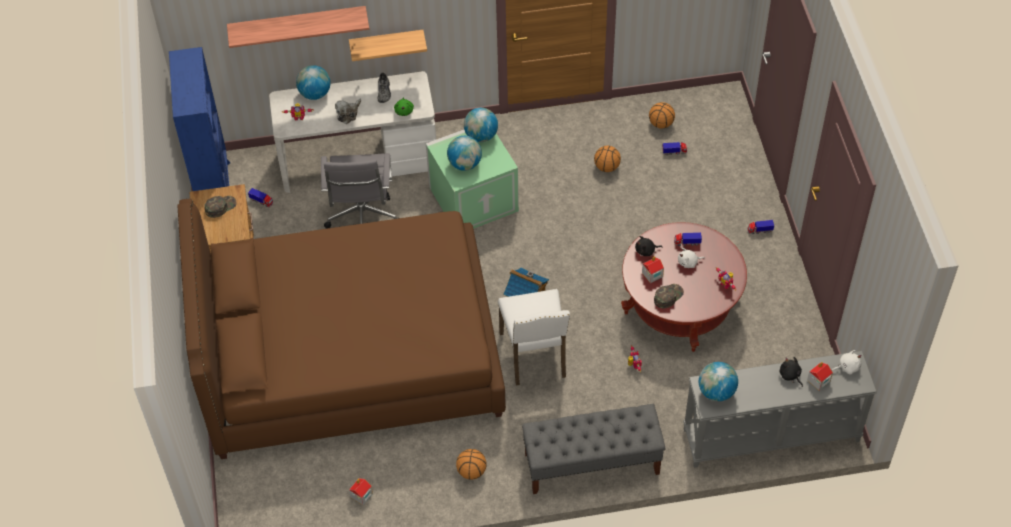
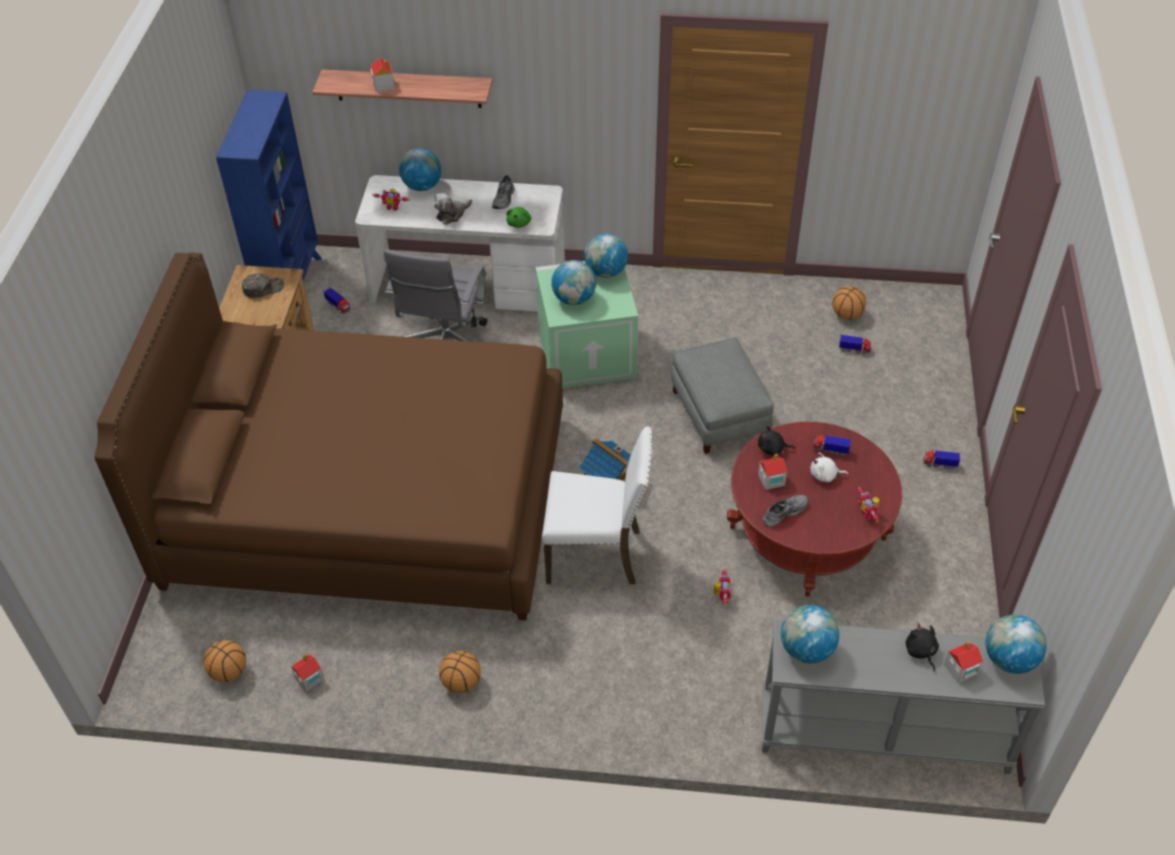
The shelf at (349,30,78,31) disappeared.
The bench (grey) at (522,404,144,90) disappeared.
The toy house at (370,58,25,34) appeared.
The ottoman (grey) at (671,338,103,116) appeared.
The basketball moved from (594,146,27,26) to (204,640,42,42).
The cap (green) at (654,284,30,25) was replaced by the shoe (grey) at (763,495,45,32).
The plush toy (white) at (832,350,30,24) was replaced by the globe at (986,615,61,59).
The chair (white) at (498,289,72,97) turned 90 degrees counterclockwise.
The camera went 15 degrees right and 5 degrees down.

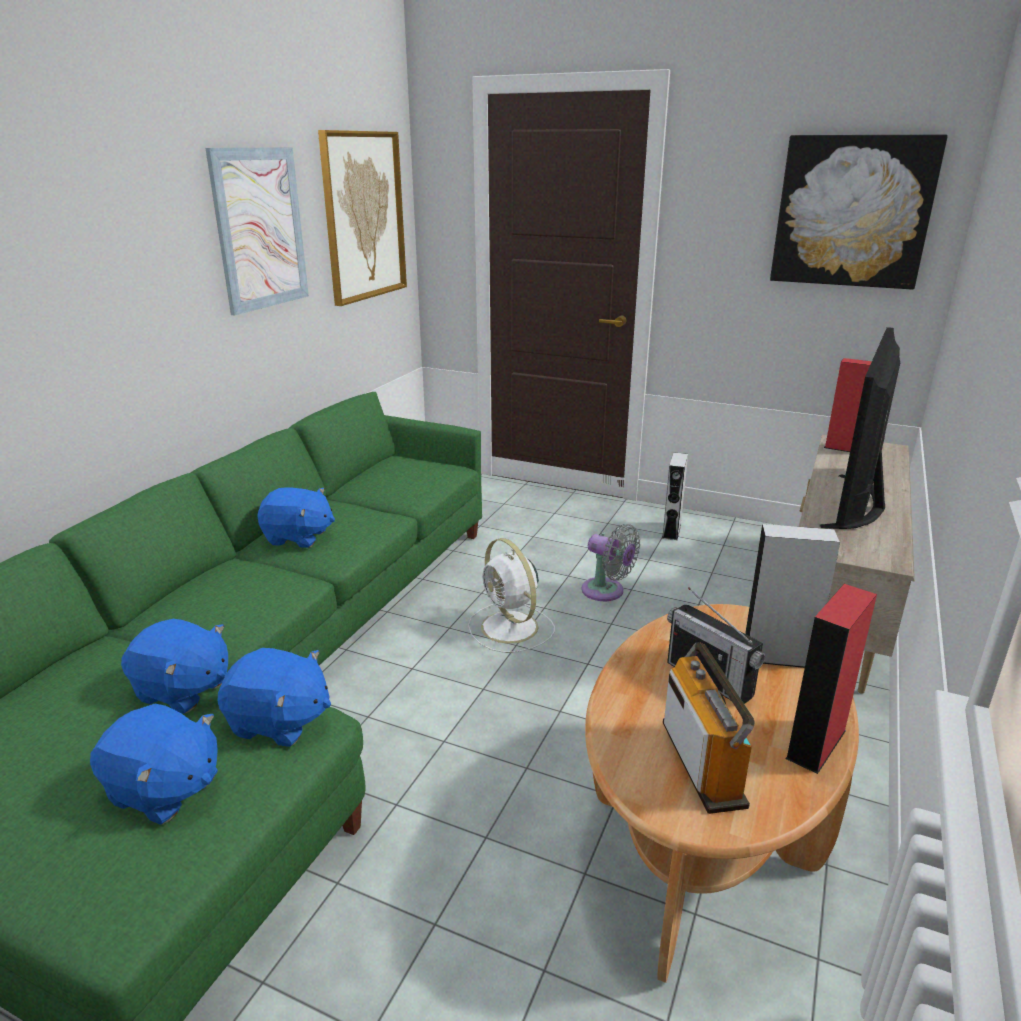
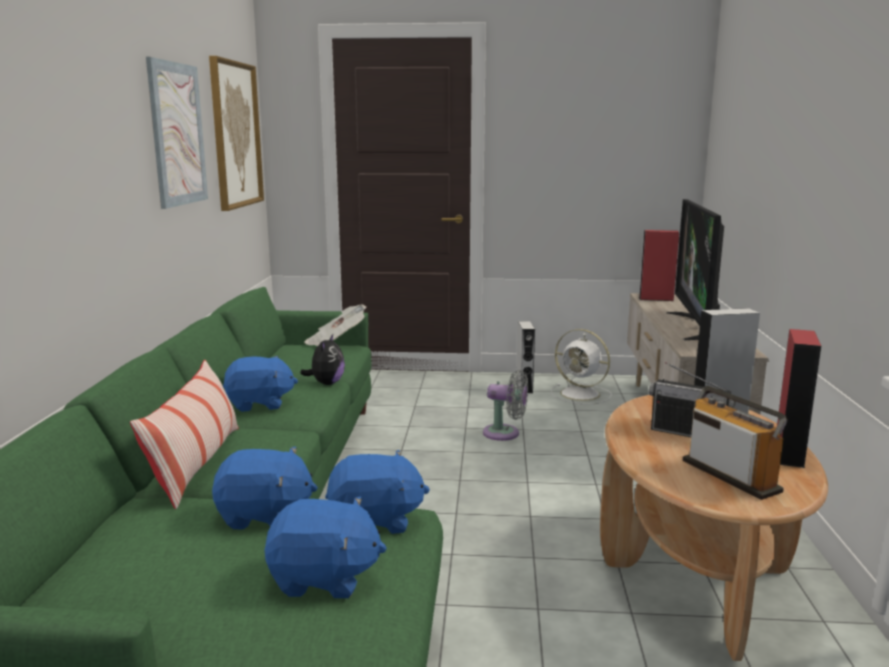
The picture at (770,134,178,156) disappeared.
The pillow at (130,360,109,149) appeared.
The plush toy at (300,334,45,51) appeared.
The newspaper at (304,305,63,41) appeared.
The fan (white) moved from (468,538,87,115) to (551,329,61,76).
The camera went 20 degrees left and 10 degrees down.

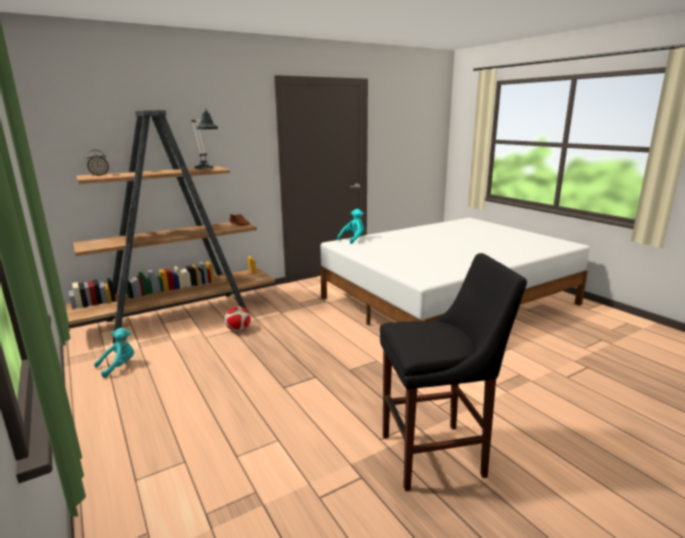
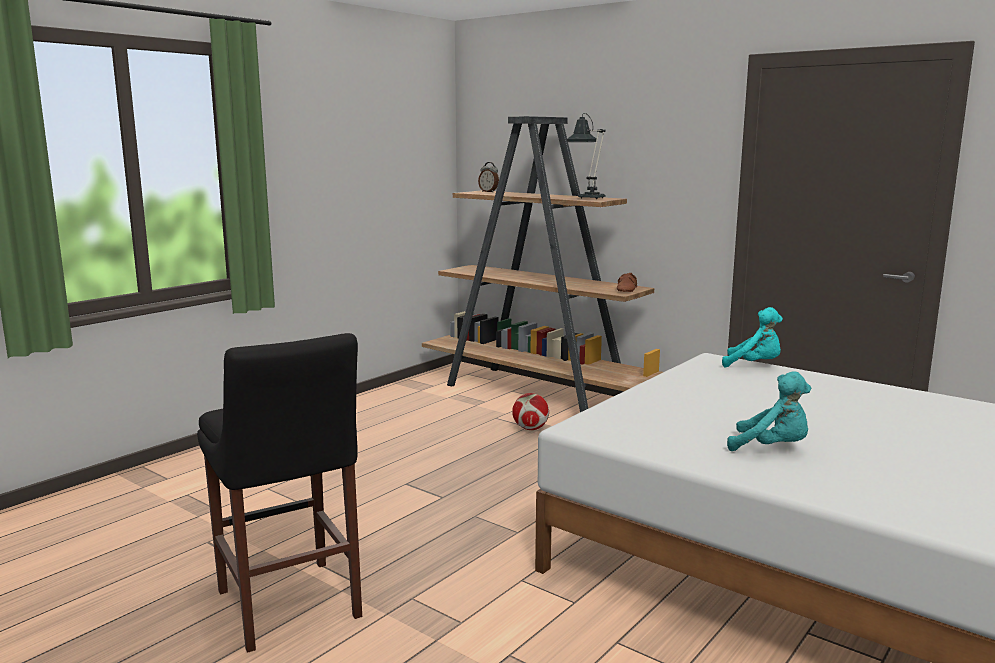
The plush toy (turquoise) moved from (94,328,40,50) to (727,371,84,80).
The camera went 70 degrees right and 5 degrees down.

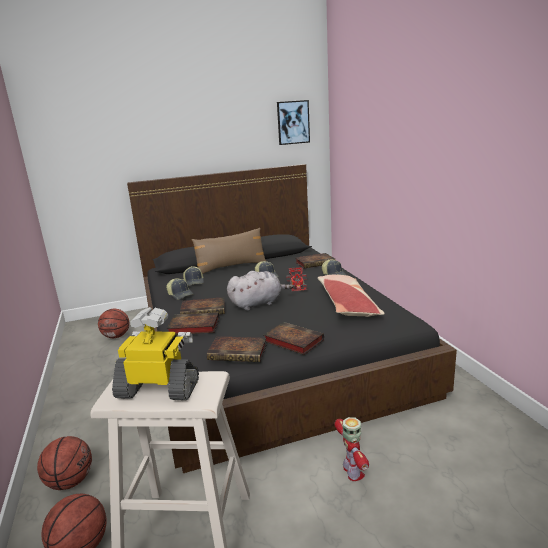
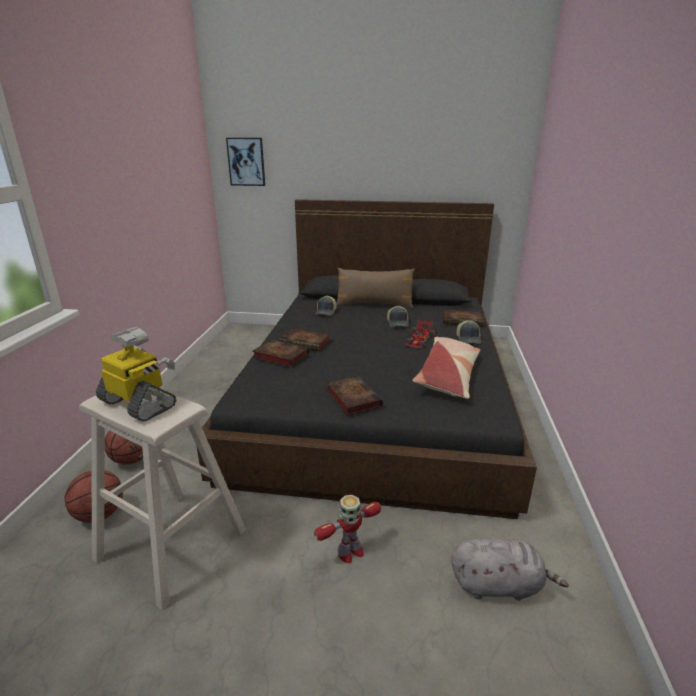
The basketball at (98,309,32,29) disappeared.
The cap at (166,278,27,22) disappeared.
The book at (207,336,60,26) disappeared.
The plush toy (grey) moved from (227,271,66,40) to (451,539,118,62).
The picture moved from (277,100,33,45) to (226,138,39,48).
The toy robot at (335,417,34,64) turned 45 degrees clockwise.
The camera went 25 degrees right and 5 degrees up.

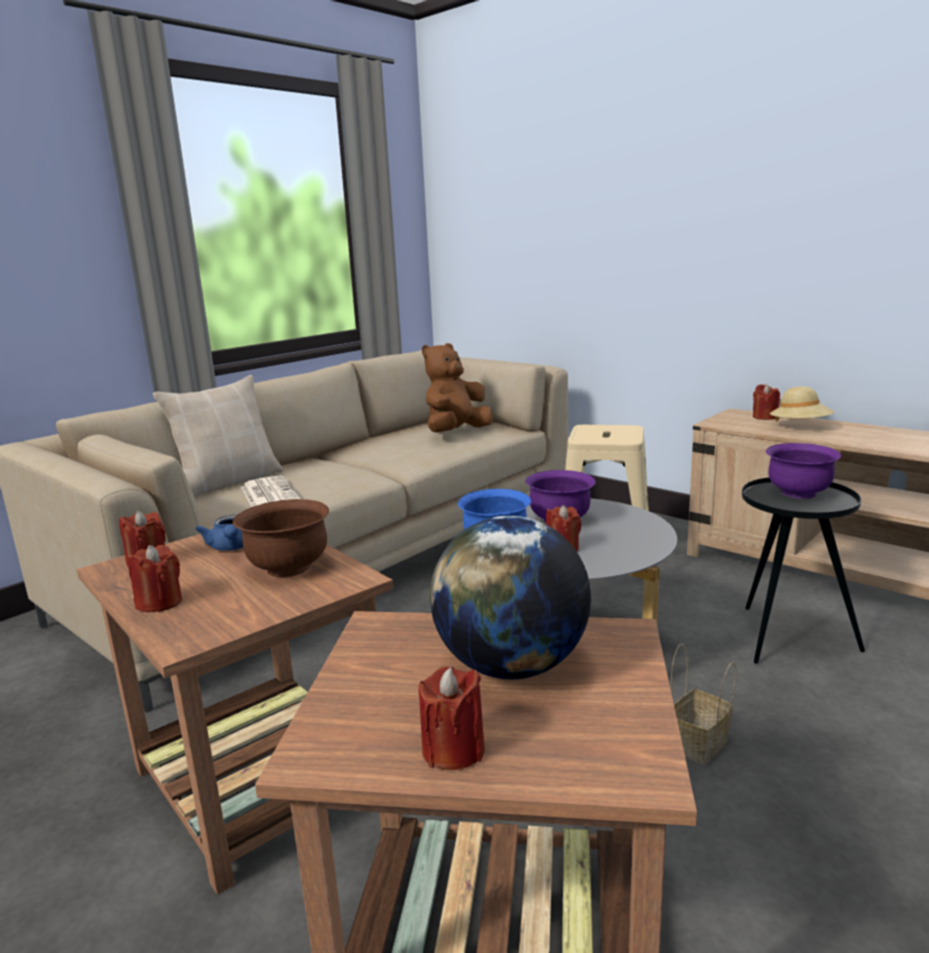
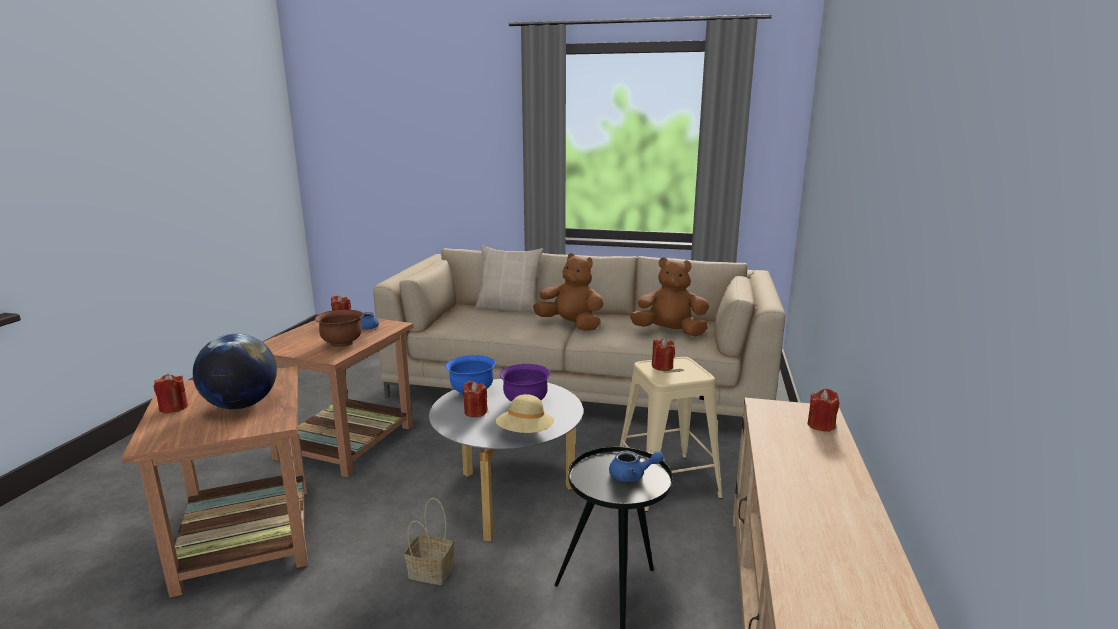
The newspaper at (241,475,60,32) disappeared.
The plush toy (brown) at (533,253,71,78) appeared.
The candle (red) moved from (128,545,54,67) to (652,338,23,33).
The hat (beige) moved from (770,386,64,36) to (496,394,58,39).
The bowl (purple) at (766,443,75,56) was replaced by the teapot (blue) at (609,451,55,31).
The camera went 60 degrees right and 0 degrees up.

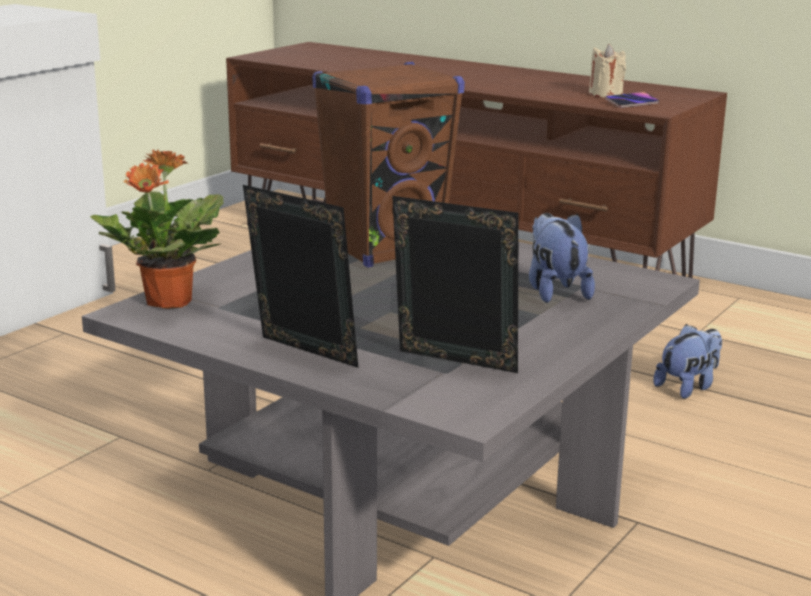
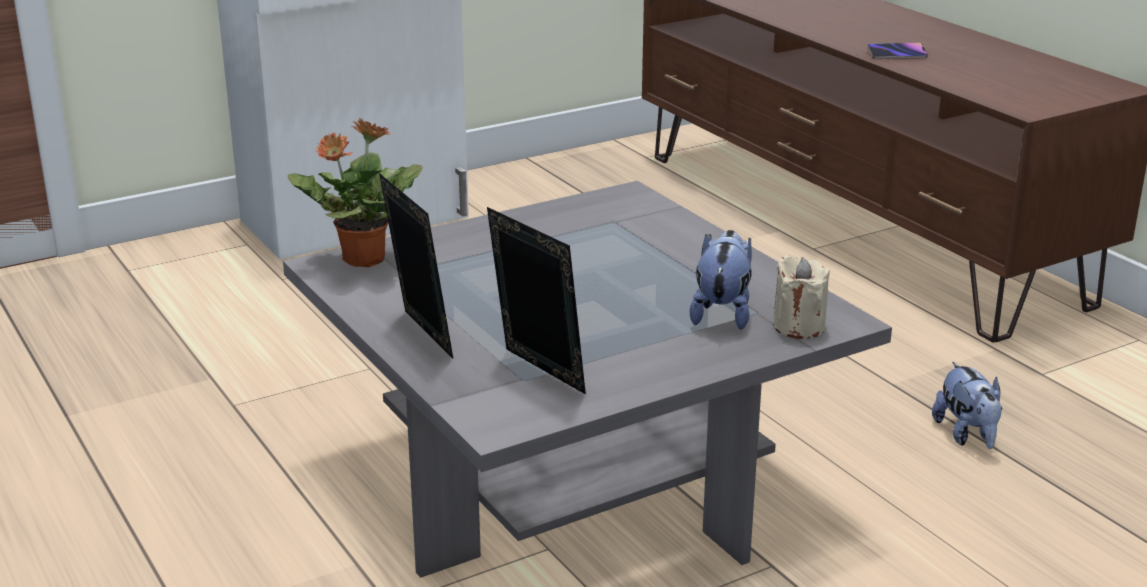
The speaker (brown) at (312,62,153,206) disappeared.
The candle (beige) moved from (589,44,37,53) to (773,255,57,84).
The phone moved from (605,92,54,16) to (867,43,61,16).
The plush toy at (654,324,68,75) turned 90 degrees clockwise.
The camera went 25 degrees right and 5 degrees up.

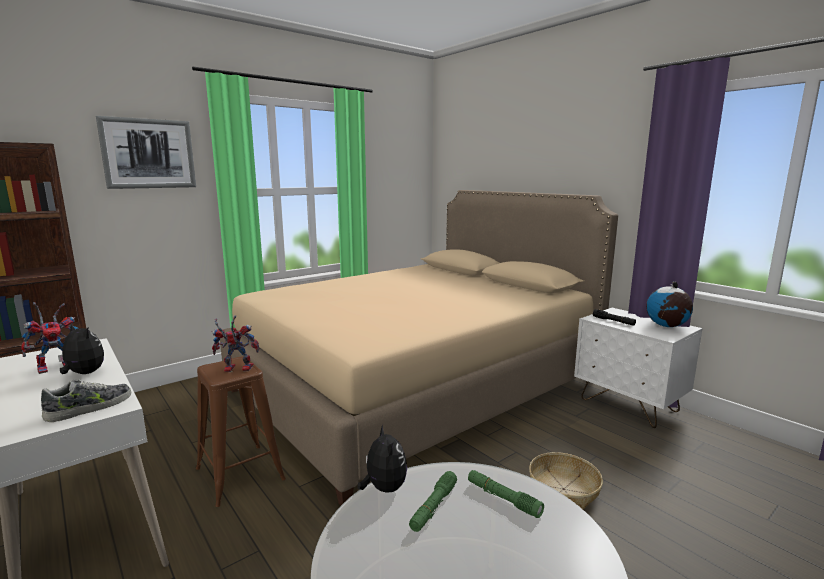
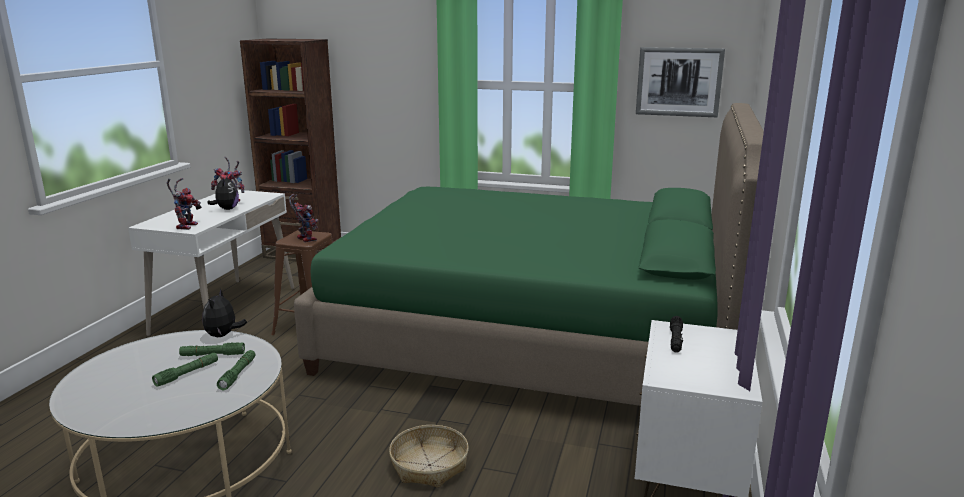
The globe at (646,282,47,45) disappeared.
The flashlight (green) at (152,353,66,34) appeared.
The picture moved from (96,116,100,73) to (636,47,89,70).
The shoe at (41,379,90,43) was replaced by the toy robot at (167,178,35,52).
The bed (beige) at (220,190,398,316) became the bed (green) at (294,103,470,303).
The plush toy at (358,424,49,69) turned 150 degrees clockwise.
The camera went 55 degrees right and 5 degrees up.

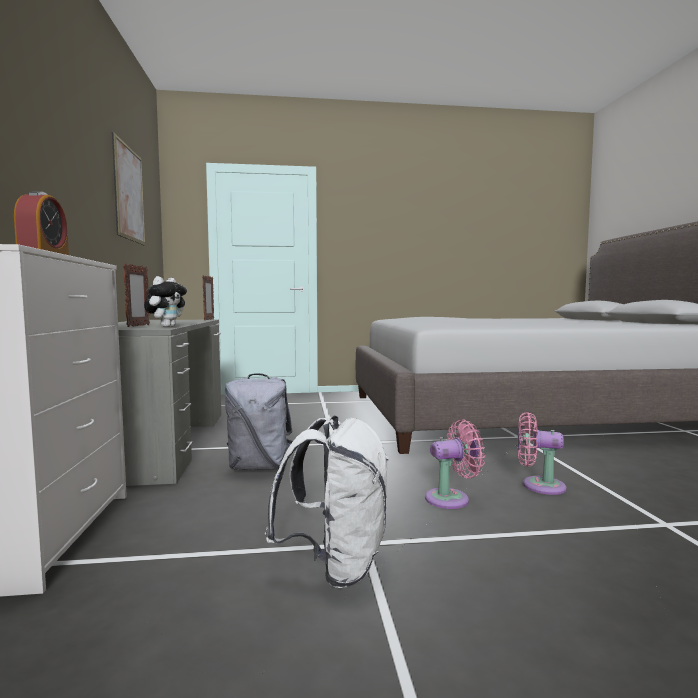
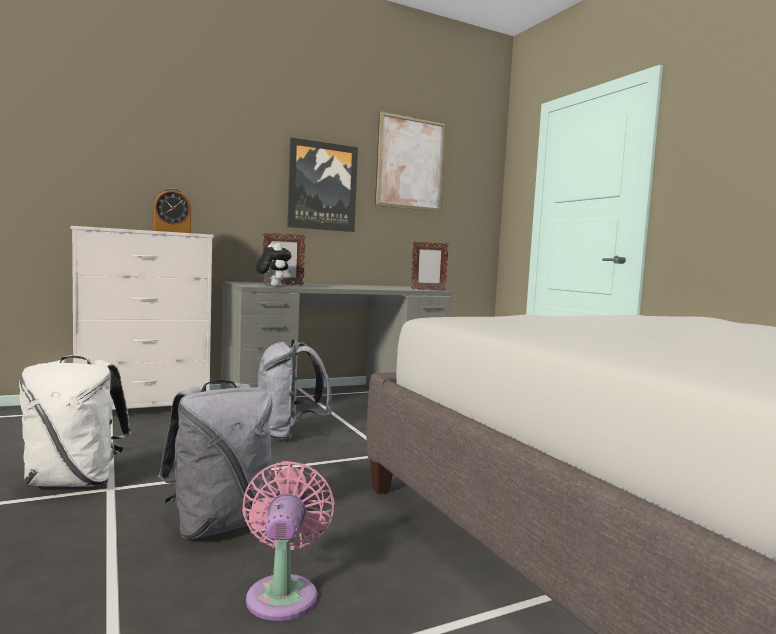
The picture at (287,138,71,94) appeared.
The fan (pink) at (425,419,60,90) was replaced by the backpack (grey) at (158,380,114,159).
The plush toy at (144,276,43,51) turned 120 degrees counterclockwise.
The camera went 70 degrees right and 0 degrees up.

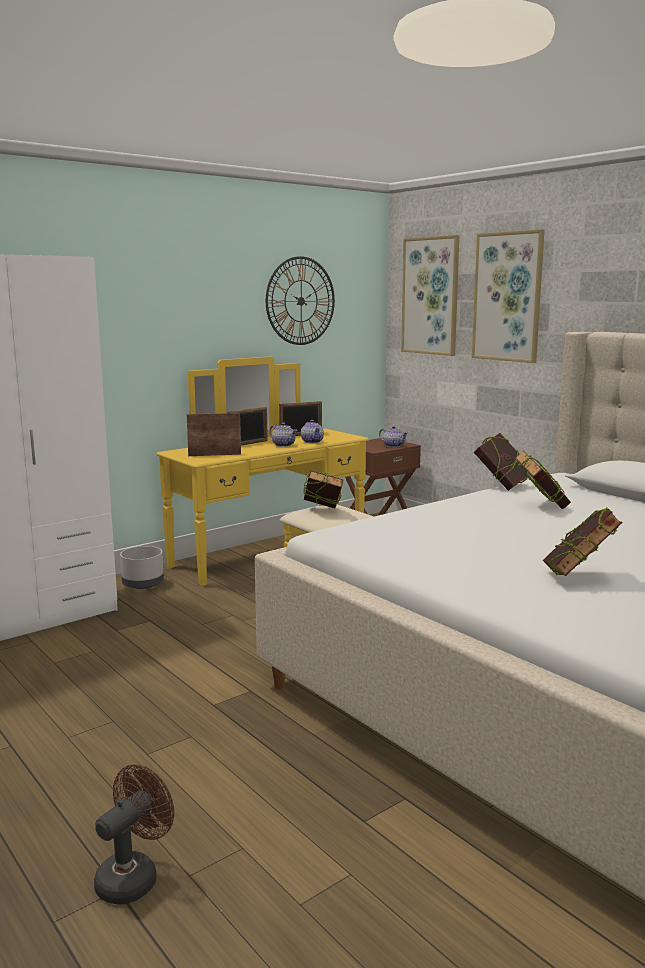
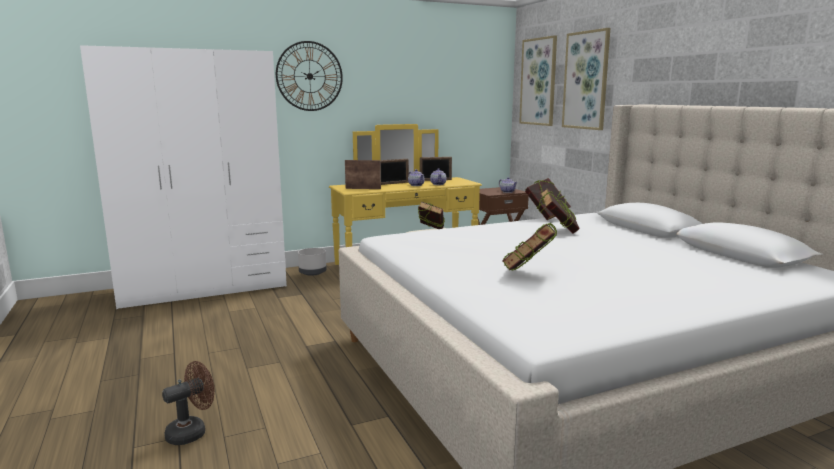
The wall clock moved from (266,256,69,89) to (276,41,67,70).
The camera went 15 degrees right and 0 degrees up.

